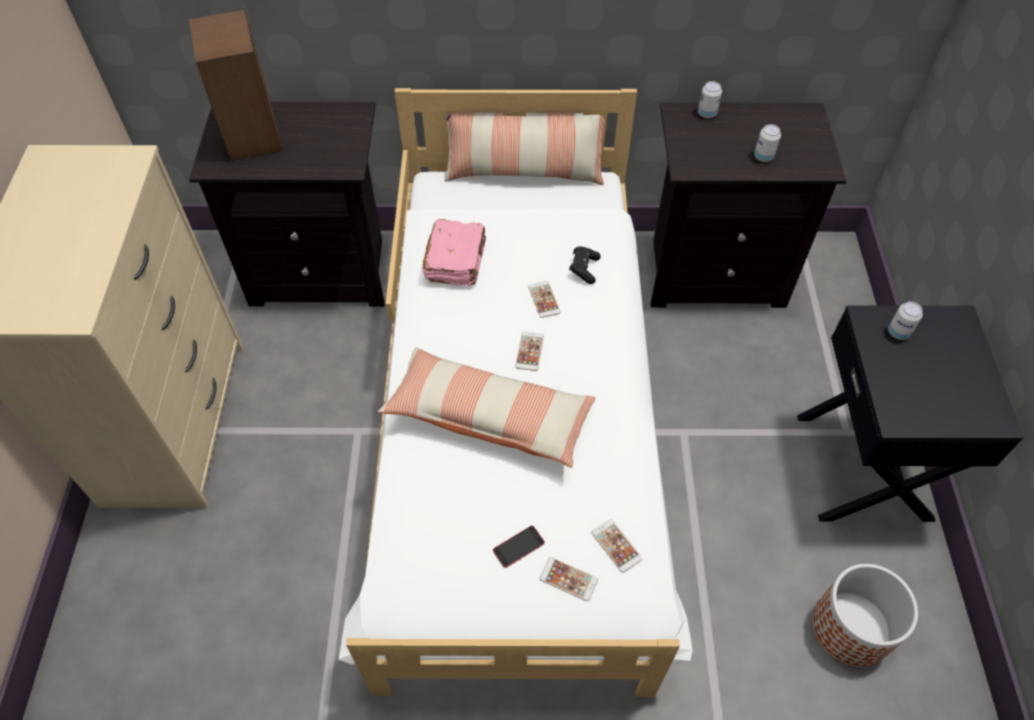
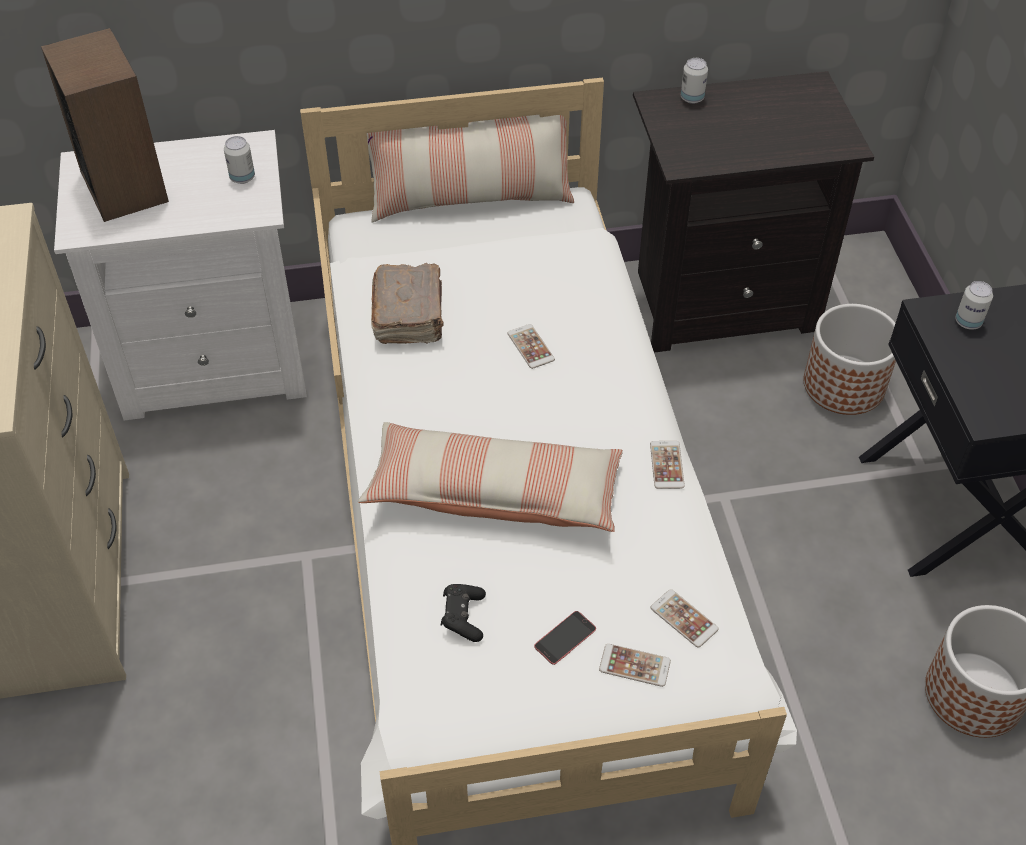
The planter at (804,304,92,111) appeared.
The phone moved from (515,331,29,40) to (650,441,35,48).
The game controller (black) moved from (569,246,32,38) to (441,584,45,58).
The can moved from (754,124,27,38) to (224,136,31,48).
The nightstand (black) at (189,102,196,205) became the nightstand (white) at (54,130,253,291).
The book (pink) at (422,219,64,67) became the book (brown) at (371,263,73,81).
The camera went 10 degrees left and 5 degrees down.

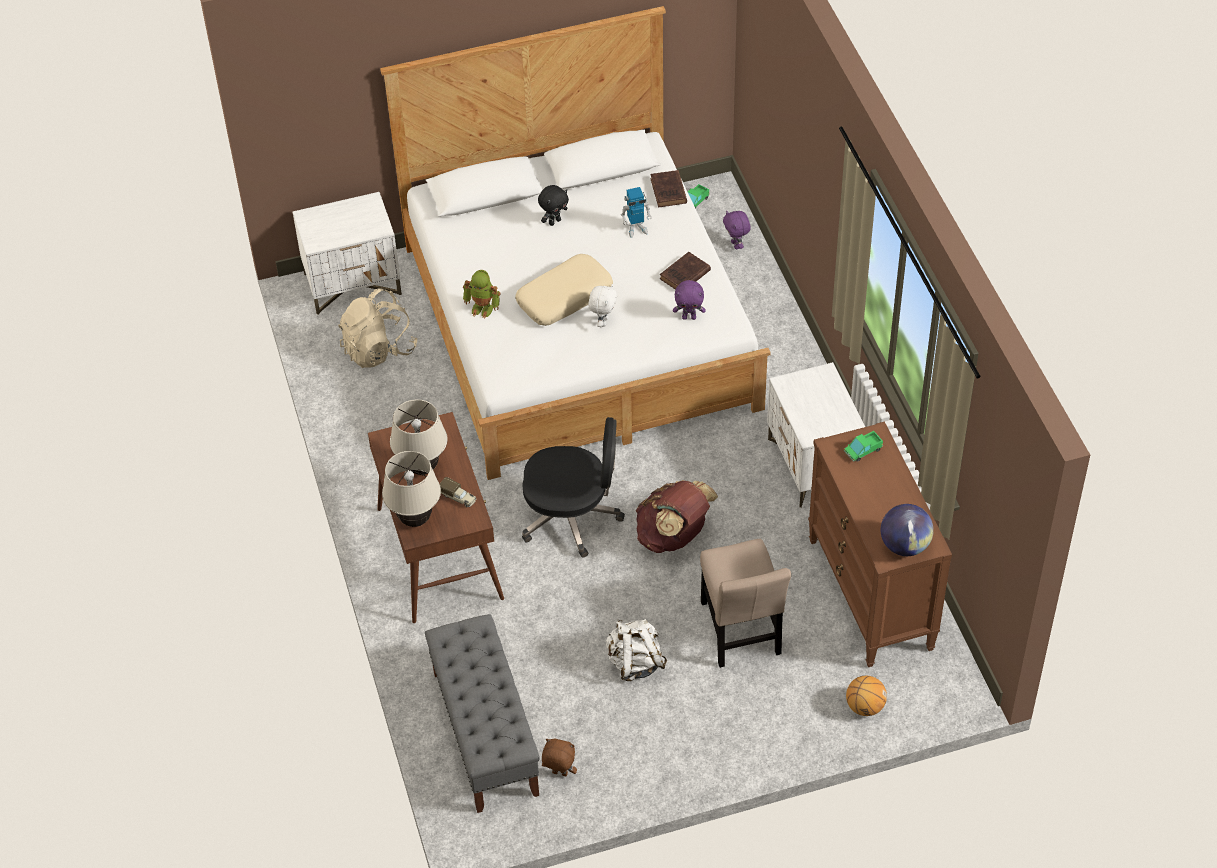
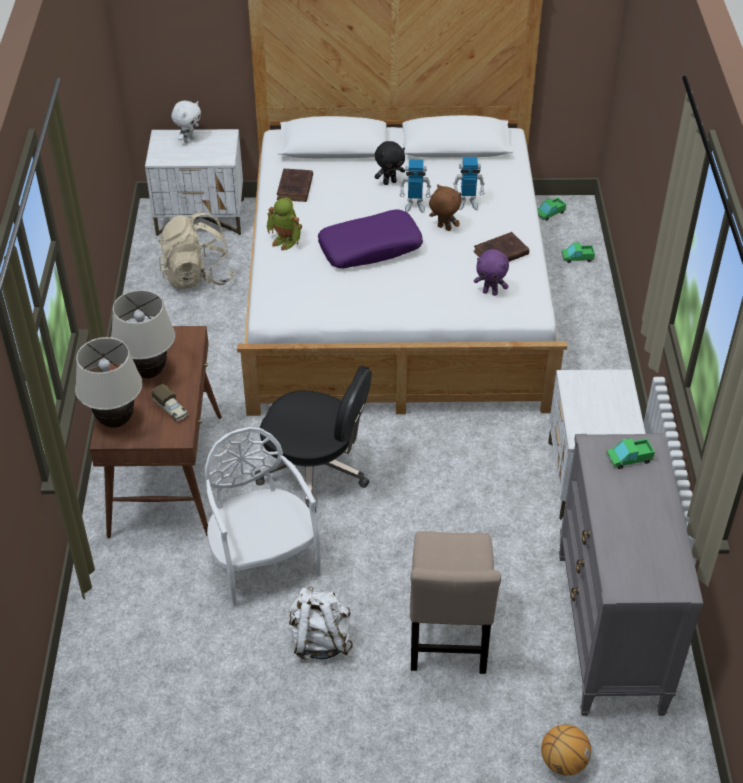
The bench (grey) at (425,614,115,199) disappeared.
The backpack (brown) at (635,480,83,73) disappeared.
The globe at (881,504,53,52) disappeared.
The chair (white) at (205,427,116,180) appeared.
The toy robot at (400,159,31,54) appeared.
The plush toy (brown) moved from (542,739,35,37) to (429,184,32,47).
The plush toy (white) moved from (588,284,29,43) to (171,101,30,43).
The book (brown) moved from (650,170,37,37) to (277,169,36,33).
The plush toy (purple) at (723,211,28,38) was replaced by the toy truck at (561,242,34,21).
The pillow (beige) at (515,254,98,72) became the pillow (purple) at (318,210,105,58).
The dresser (brown) at (808,422,144,245) became the dresser (grey) at (559,433,144,283).
The camera went 15 degrees right and 5 degrees down.

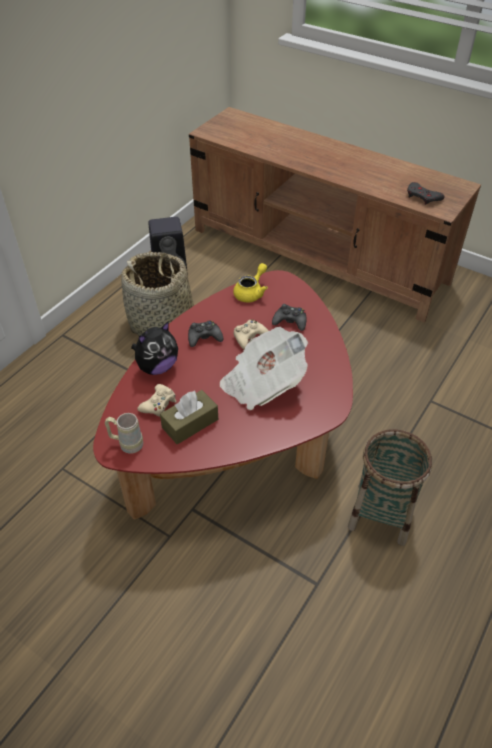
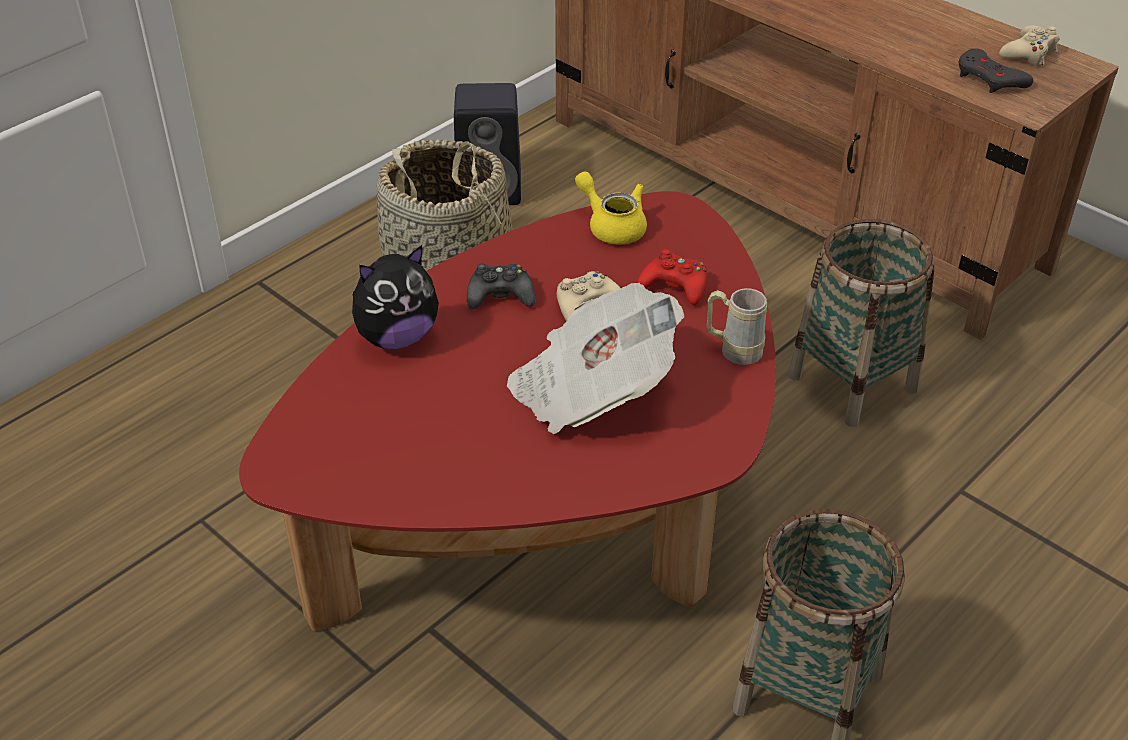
The tissue box (brown) at (160,390,58,55) disappeared.
The basket at (788,219,147,208) appeared.
The mug (beige) moved from (105,413,38,41) to (707,288,60,77).
The game controller (beige) moved from (137,384,39,33) to (999,25,61,41).
The game controller (black) at (272,304,34,27) became the game controller (red) at (637,249,70,56).
The teapot (yellow) at (233,263,35,39) turned 90 degrees counterclockwise.
The camera went 10 degrees right and 5 degrees down.

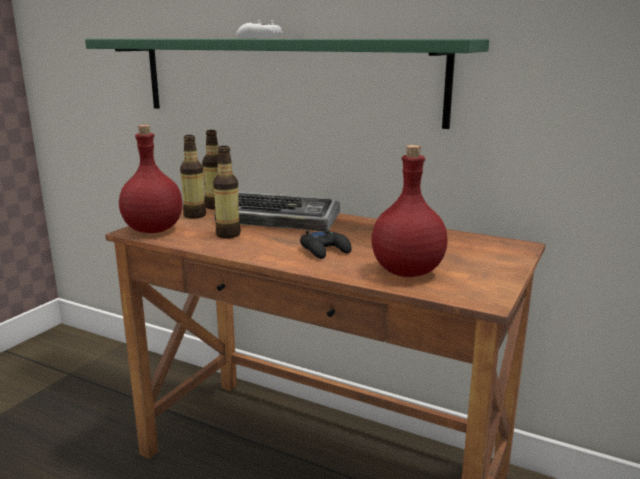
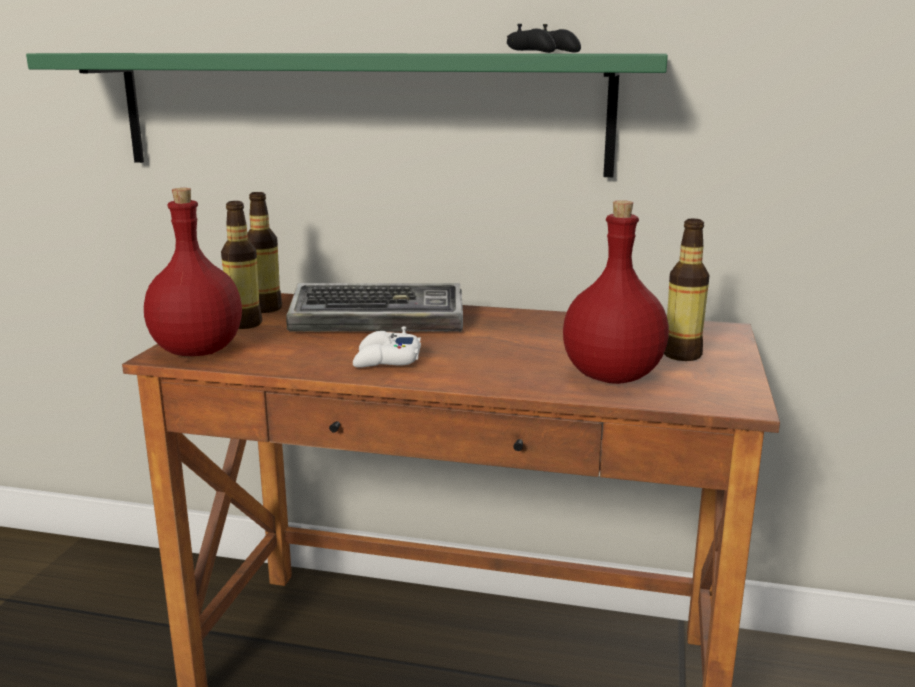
The bottle moved from (213,146,28,92) to (664,219,45,142).
The game controller (white) moved from (236,20,47,18) to (353,326,68,42).
The game controller (black) moved from (300,230,52,29) to (507,24,74,29).
The camera went 15 degrees left and 0 degrees up.

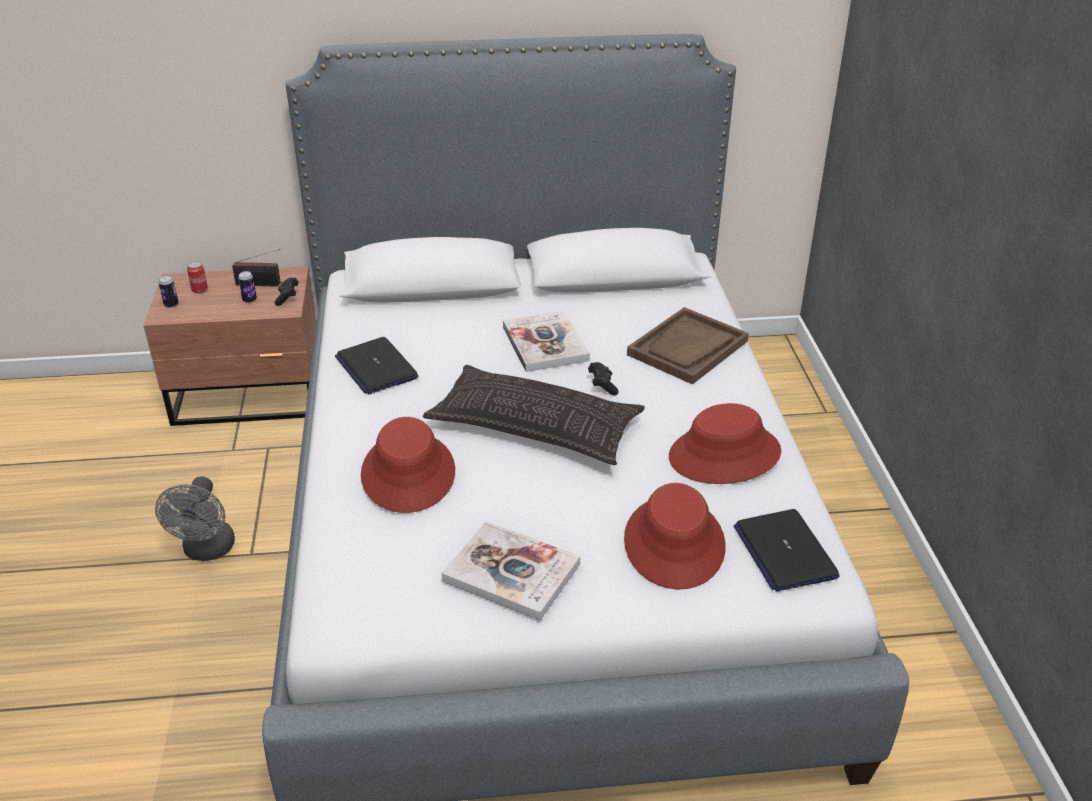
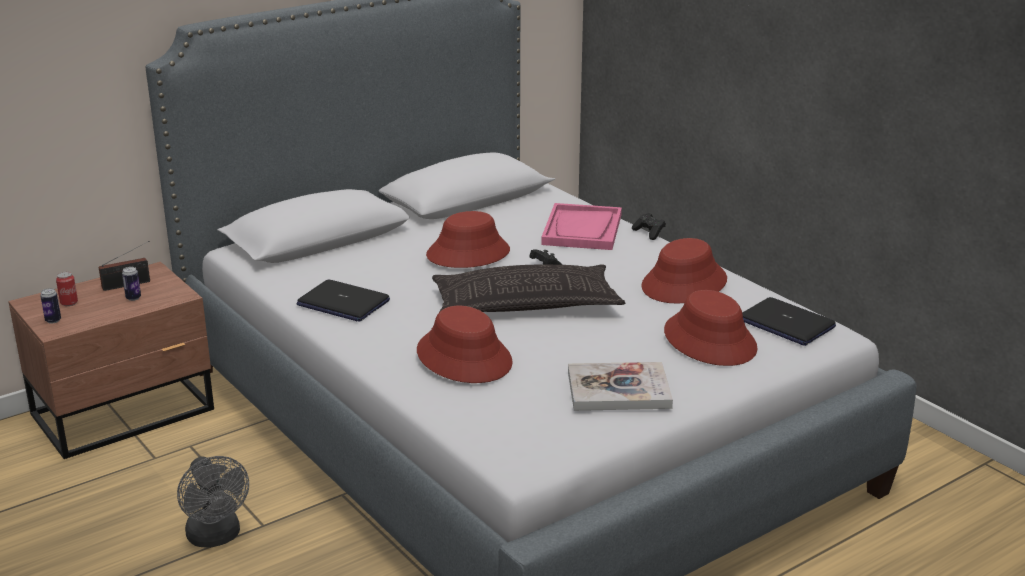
The game controller (black) moved from (274,277,25,29) to (632,213,34,27).
The book at (503,311,87,61) was replaced by the hat (red) at (426,211,84,57).
The tray (brown) at (627,307,122,78) became the tray (pink) at (541,203,81,47).
The camera went 30 degrees left and 10 degrees down.

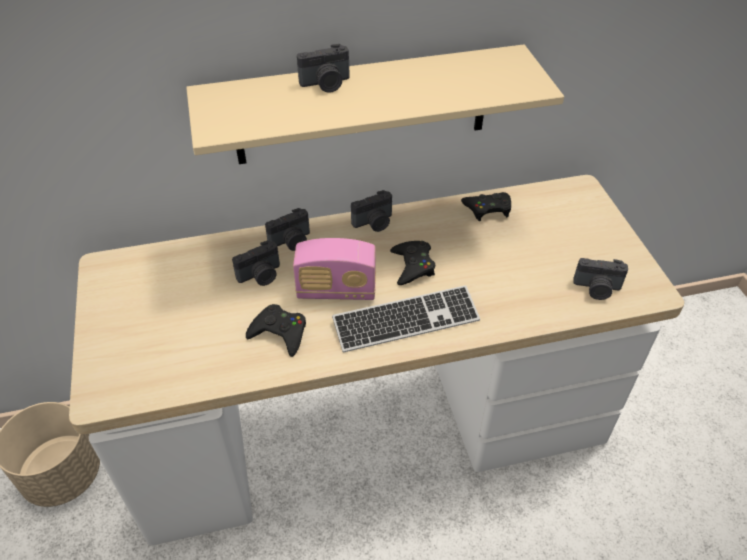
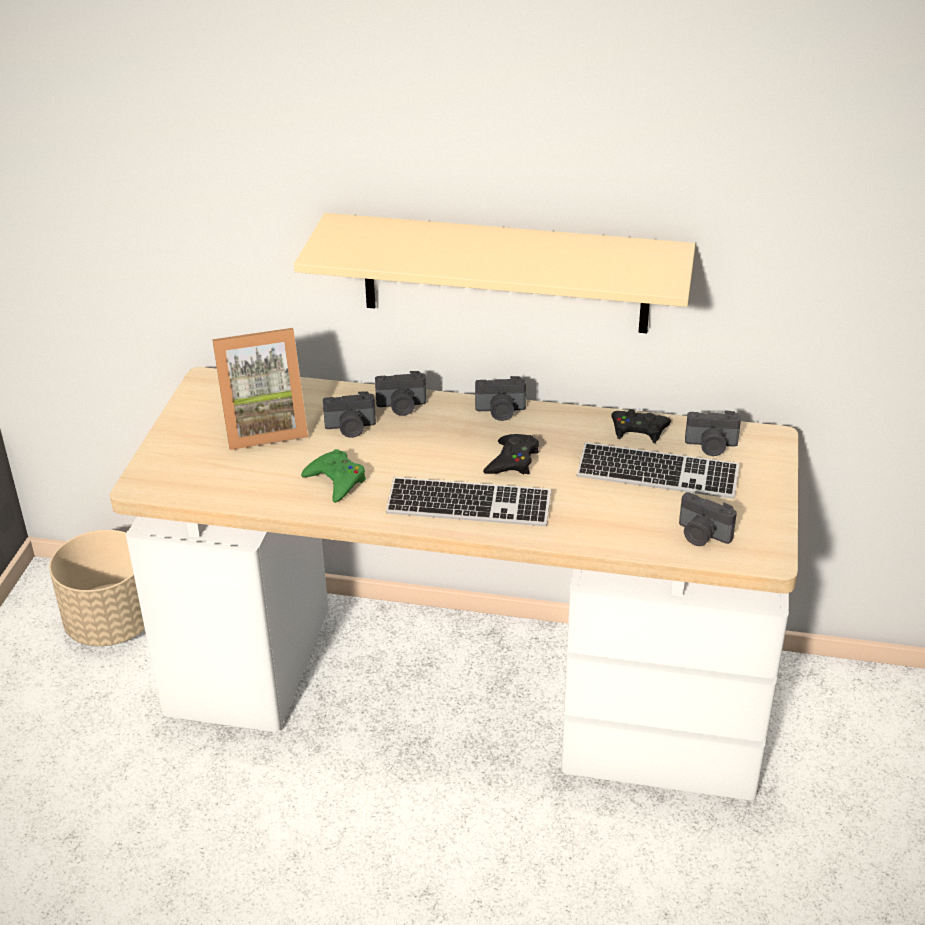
The radio at (293,238,83,62) disappeared.
The picture frame at (212,328,96,122) appeared.
The keyboard at (577,442,162,57) appeared.
The photo camera moved from (297,44,53,49) to (685,410,56,46).
The game controller (black) at (246,304,60,53) became the game controller (green) at (301,449,65,54).
The camera went 25 degrees right and 10 degrees down.

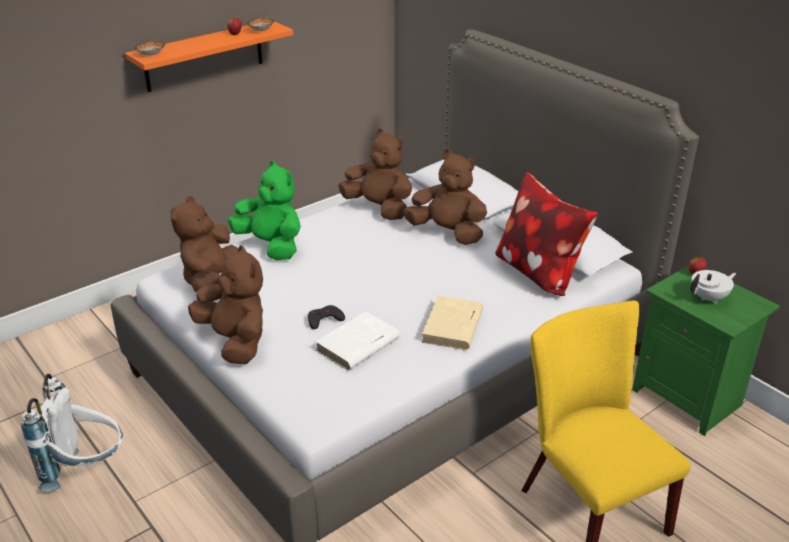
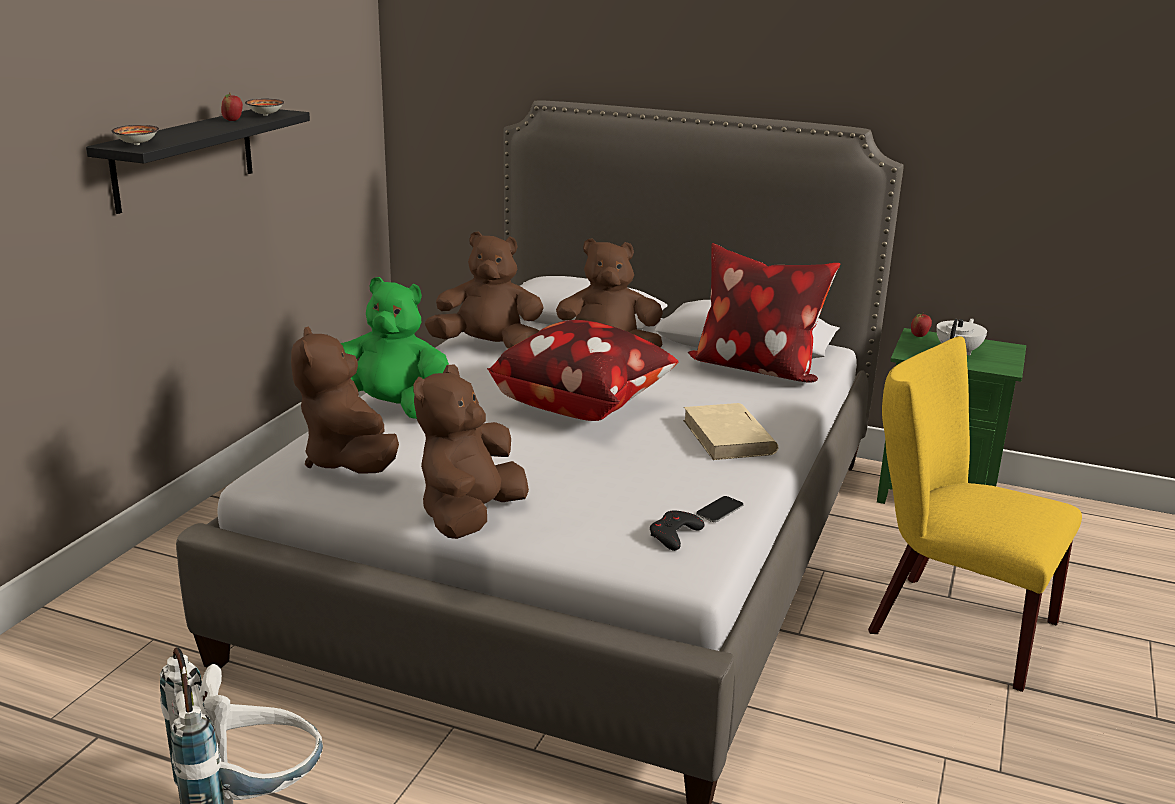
The book (white) at (316,311,84,59) disappeared.
The pillow at (487,320,191,101) appeared.
The phone at (696,496,48,26) appeared.
The game controller (black) moved from (308,305,37,24) to (650,510,55,41).
The shelf (orange) at (125,21,168,71) became the shelf (black) at (86,109,224,105).
The plush toy (brown) at (188,245,75,119) turned 90 degrees counterclockwise.
The camera went 30 degrees left and 10 degrees down.

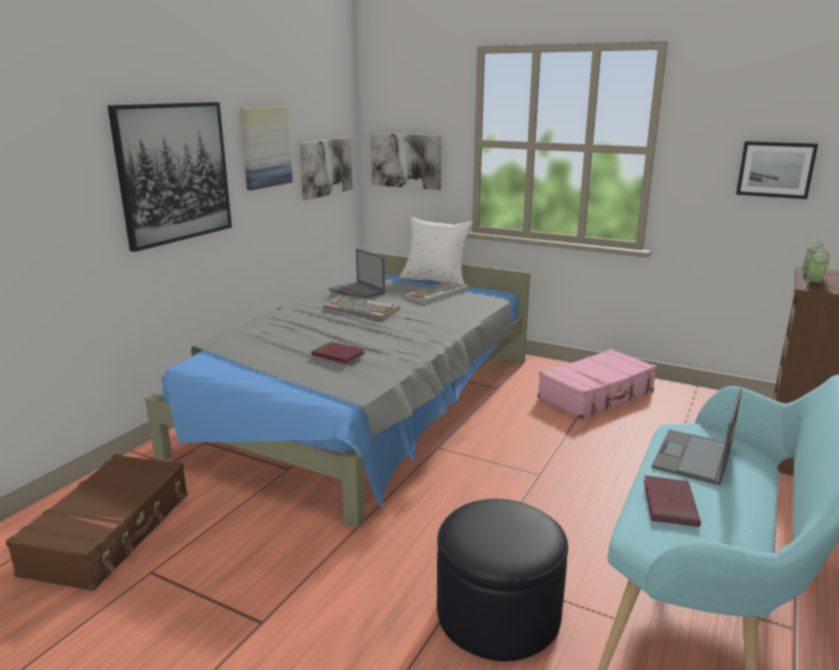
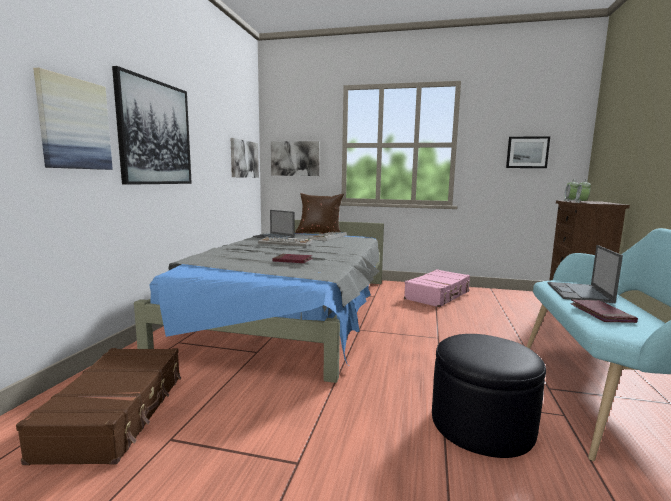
The picture moved from (240,107,53,83) to (33,68,80,102).
The pillow (white) at (399,217,74,68) became the pillow (brown) at (295,193,49,41).
The camera went 15 degrees left and 10 degrees down.

